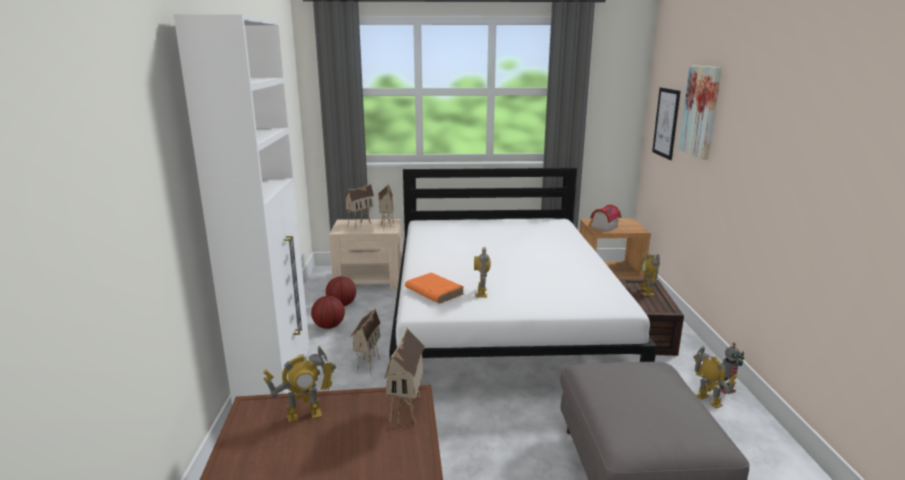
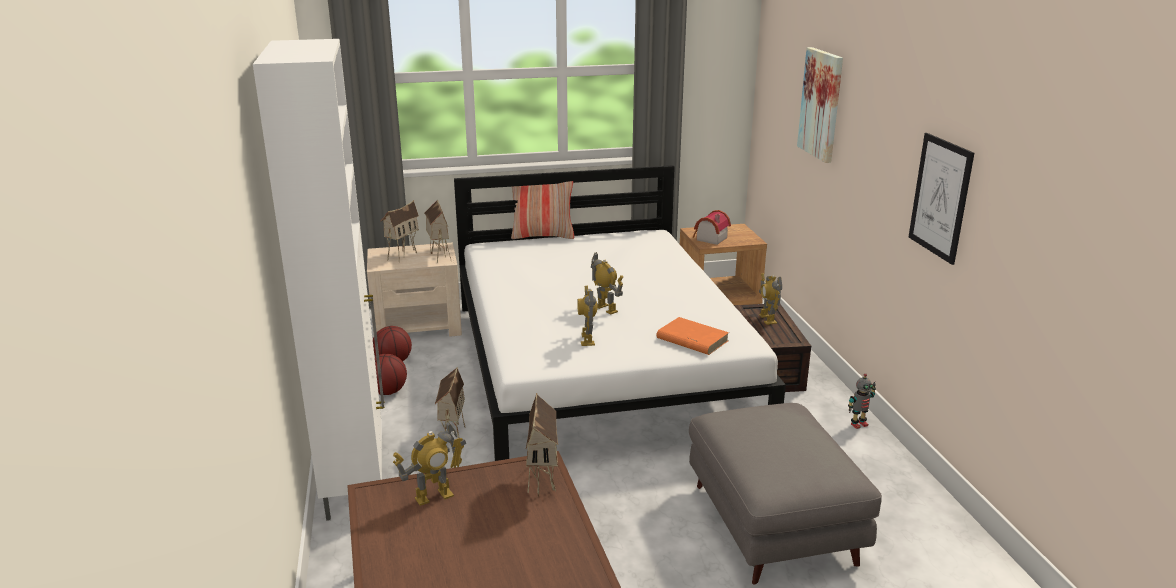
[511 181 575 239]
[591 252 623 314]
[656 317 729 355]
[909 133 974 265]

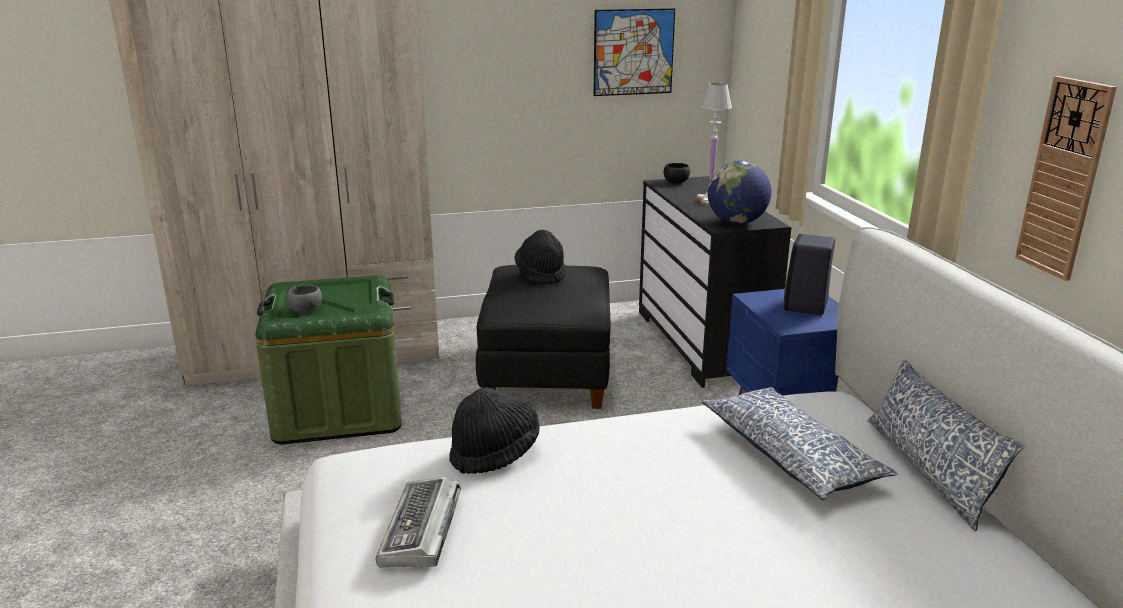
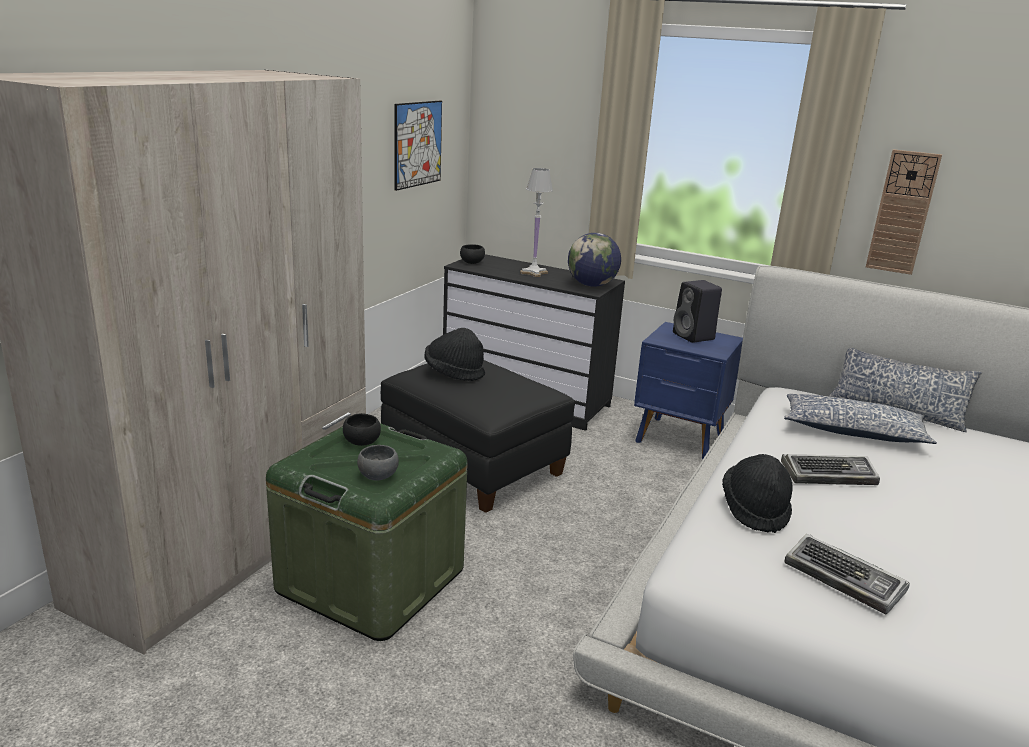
[343 413 381 446]
[781 454 880 485]

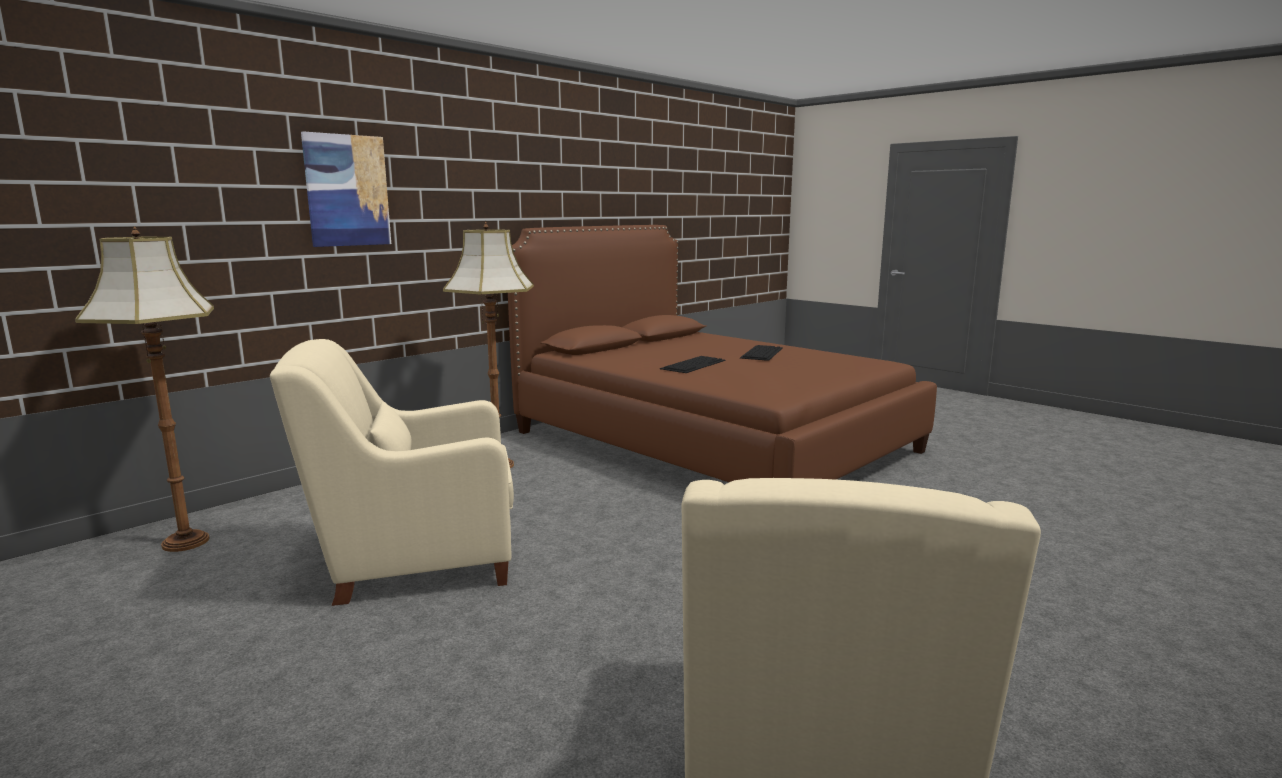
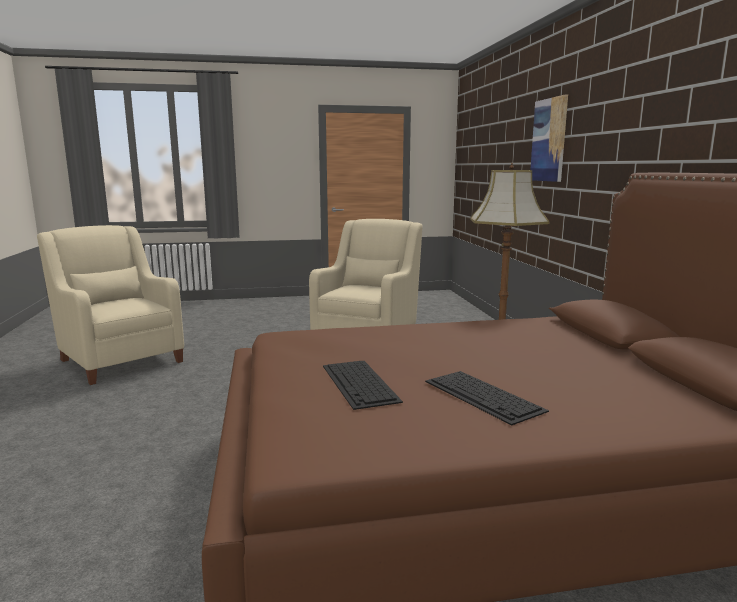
[323 361 403 410]
[75 226 214 552] (first image)

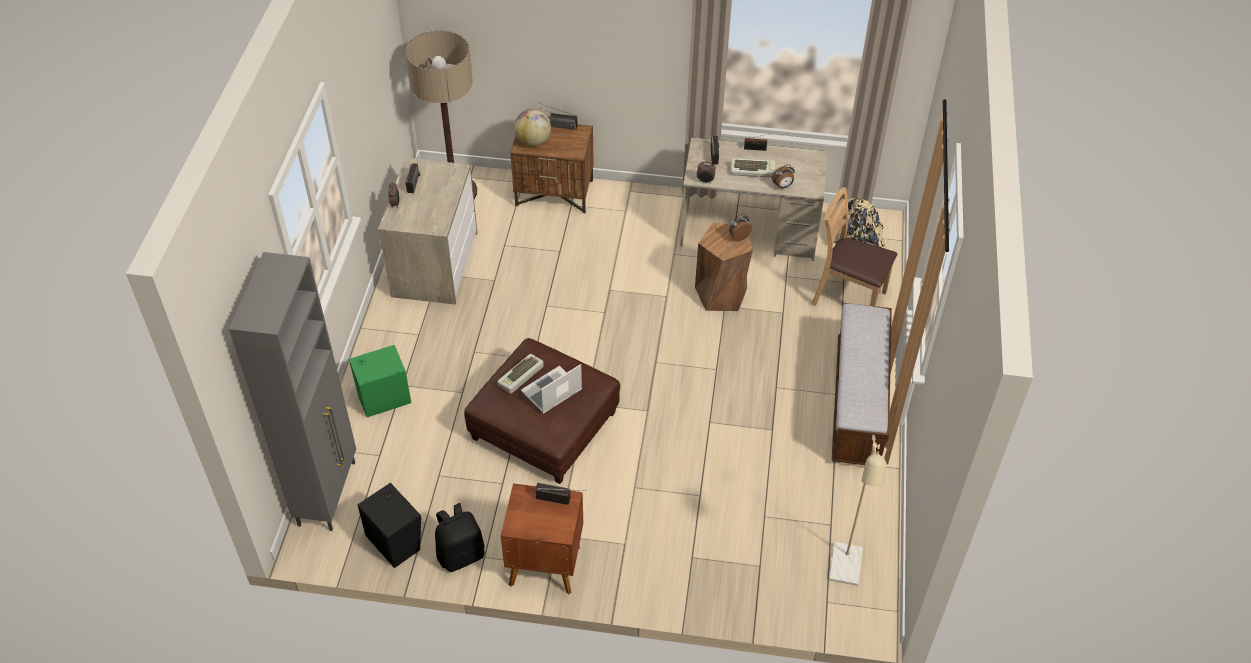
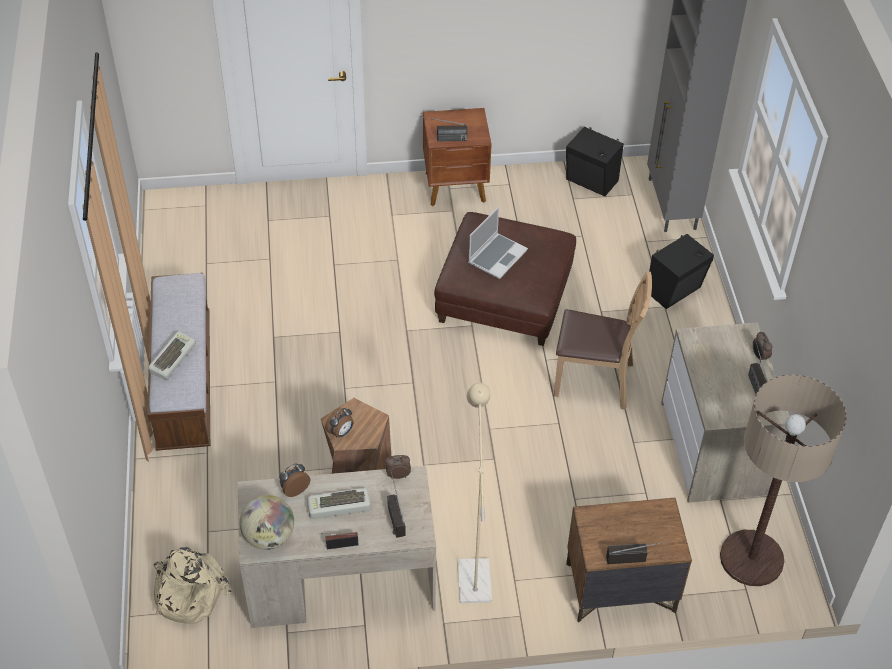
[149 331 196 380]
[240 495 294 550]
[457 383 492 603]
[554 271 652 410]
[649 234 714 309]
[435 503 485 572] (first image)

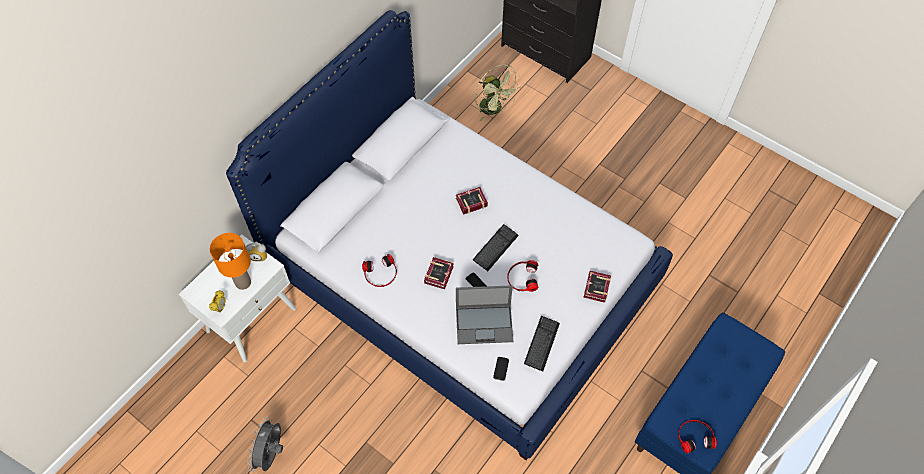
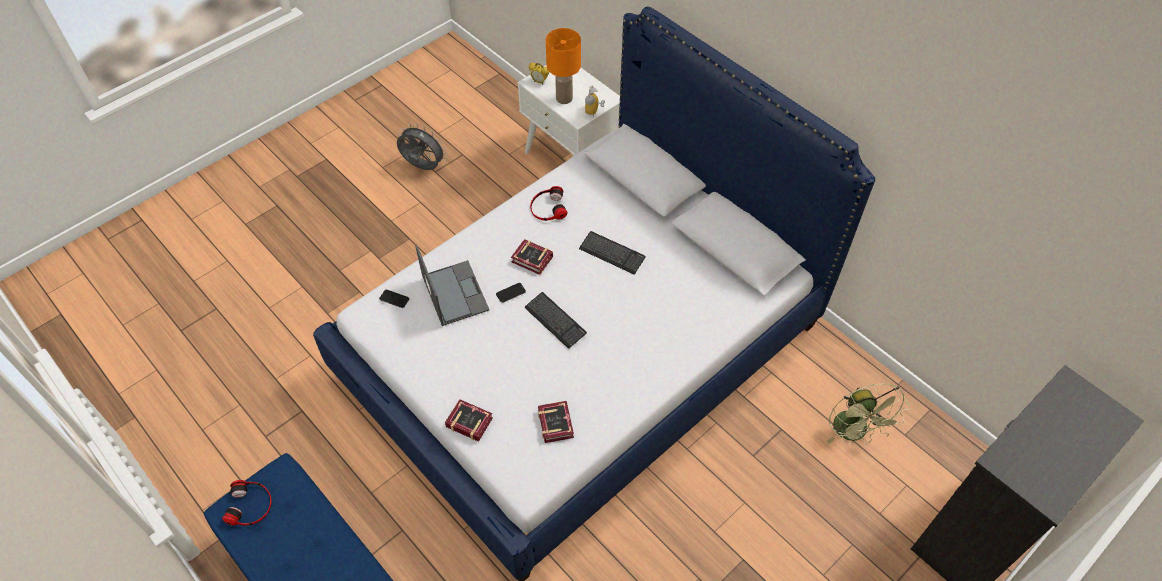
[415 244 489 326]
[538 401 574 443]
[579 231 646 275]
[827 383 910 444]
[507 260 538 292] (first image)

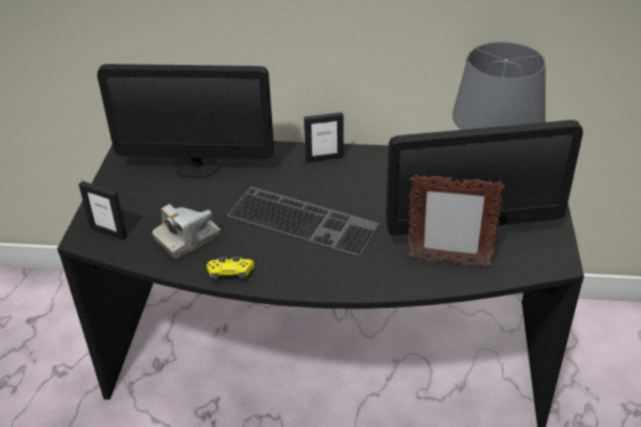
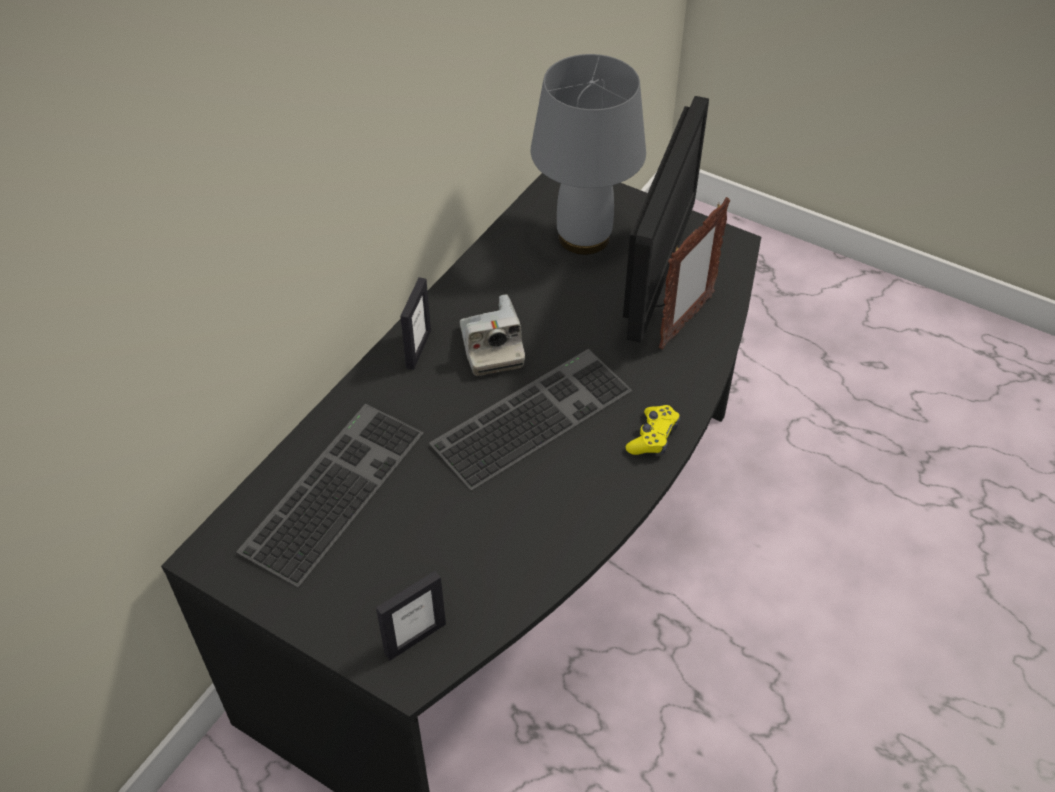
[236 404 424 587]
[460 294 525 376]
[626 405 680 455]

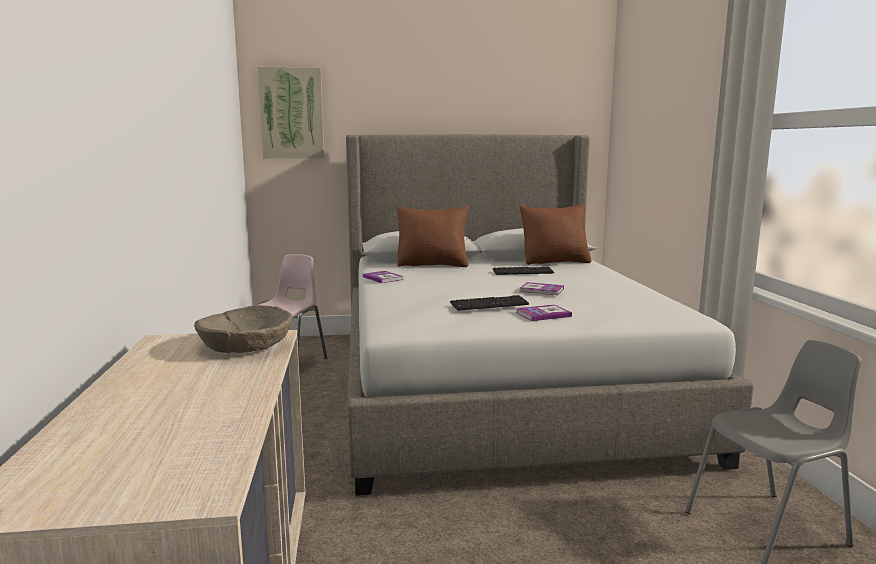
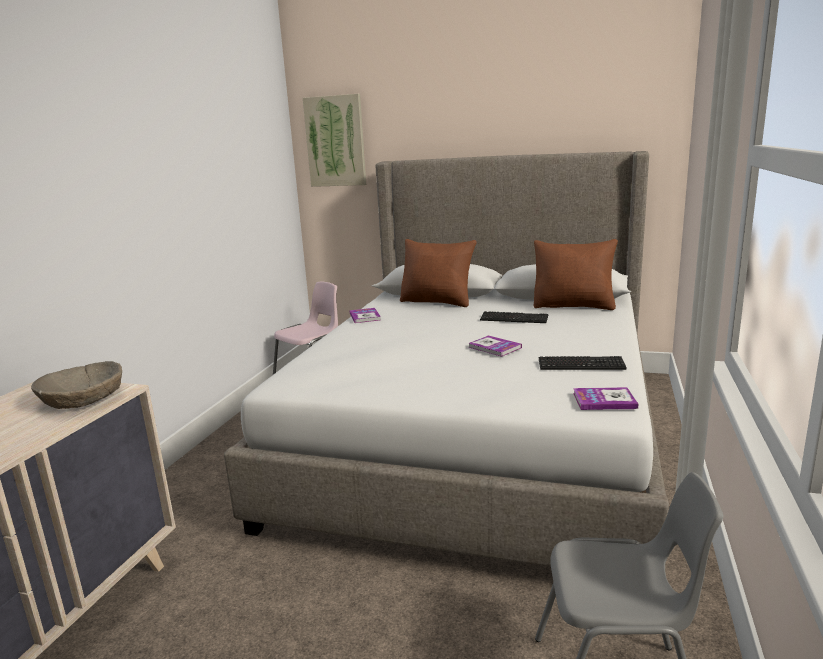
[538 356 627 370]
[573 387 638 410]

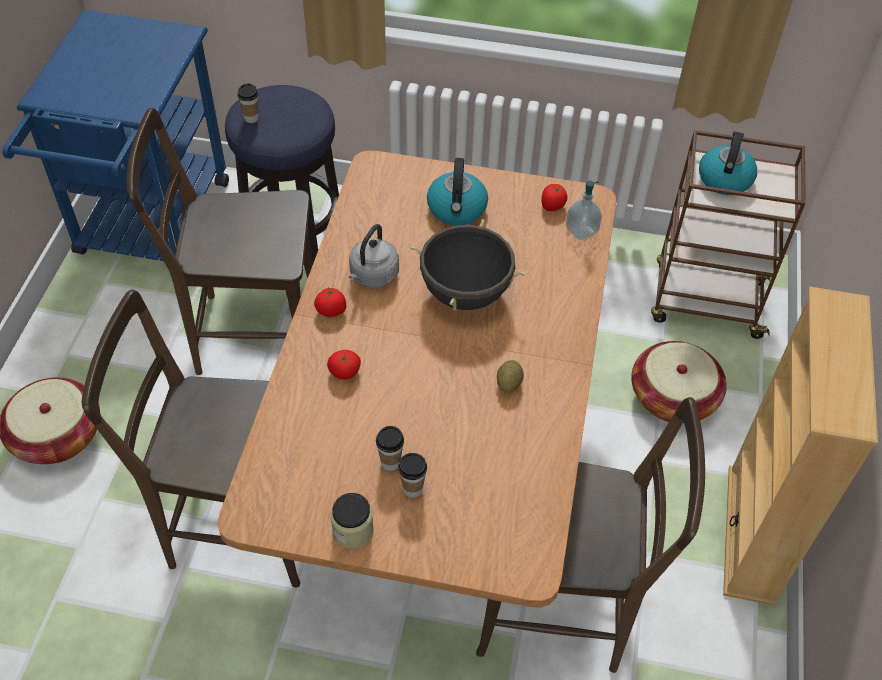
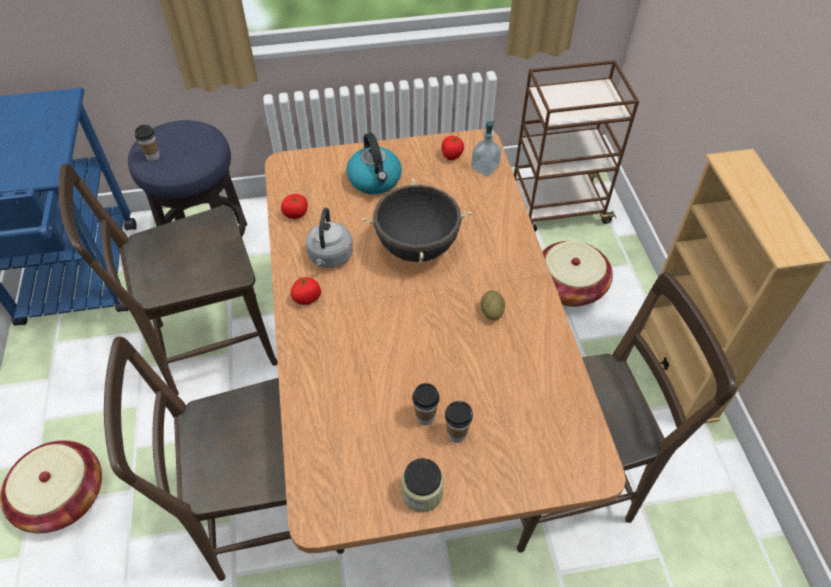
[281 194 308 219]
[699 131 757 195] (first image)

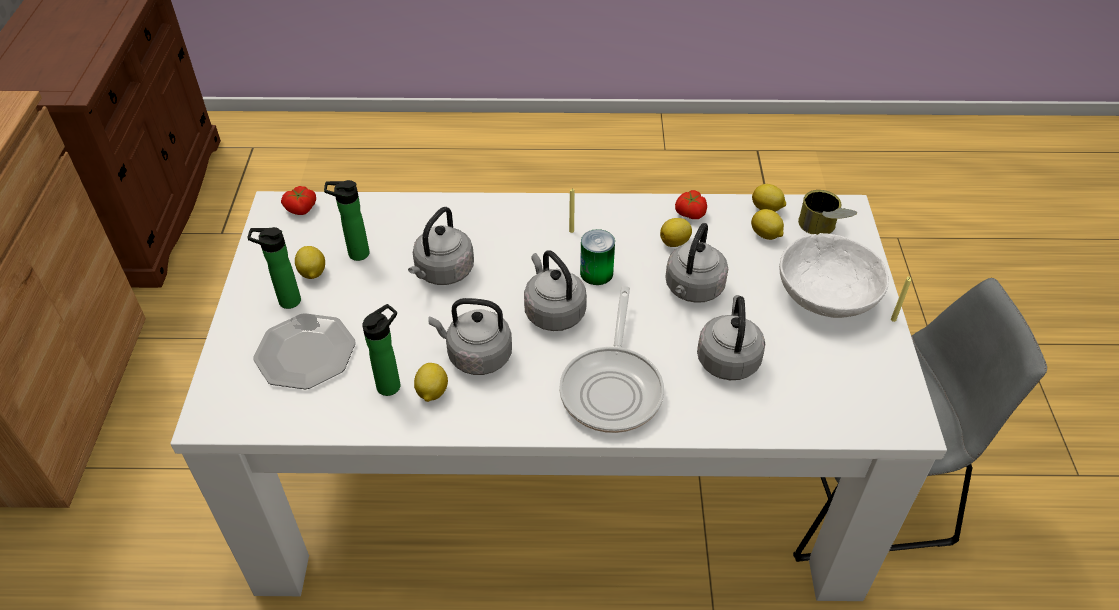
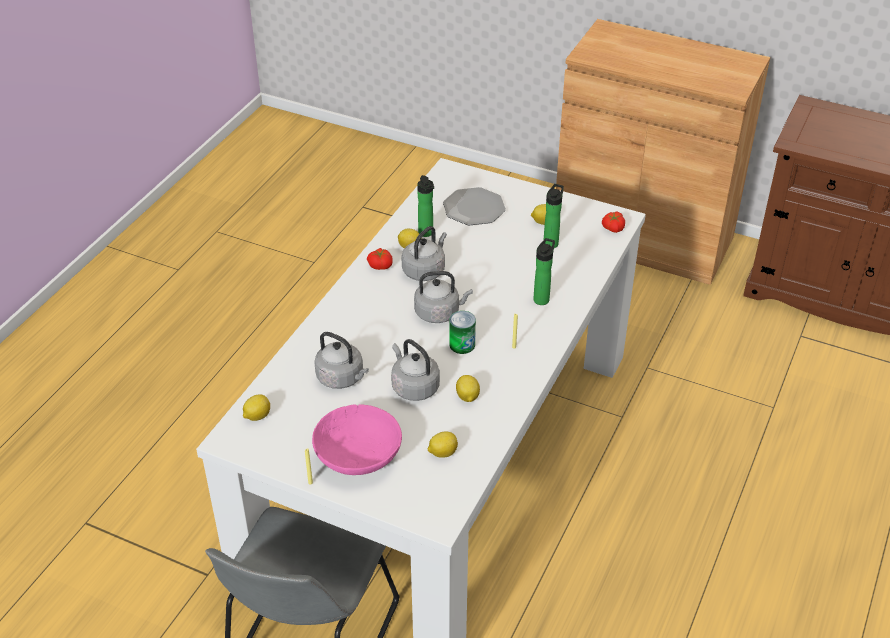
[243 394 270 421]
[312 404 402 475]
[367 248 393 270]
[533 238 555 305]
[408 207 474 285] (first image)
[559 286 664 433] (first image)
[798 190 857 235] (first image)

